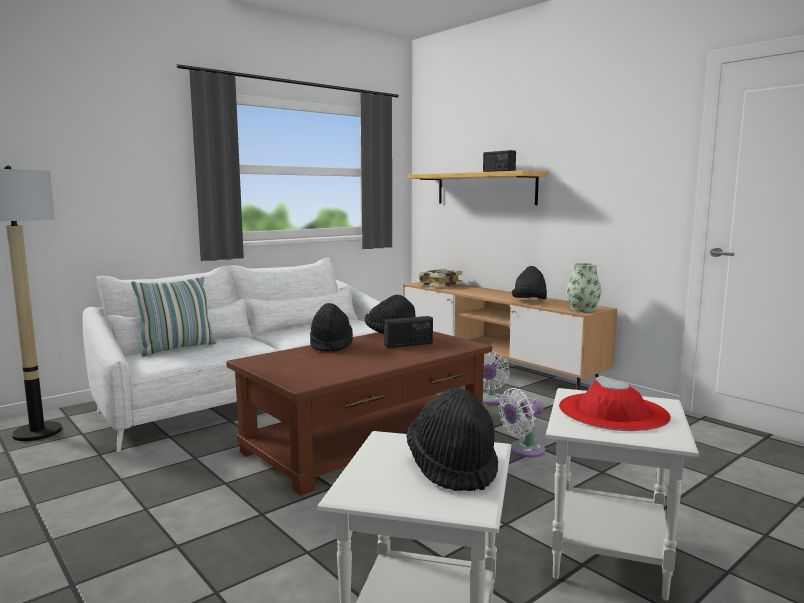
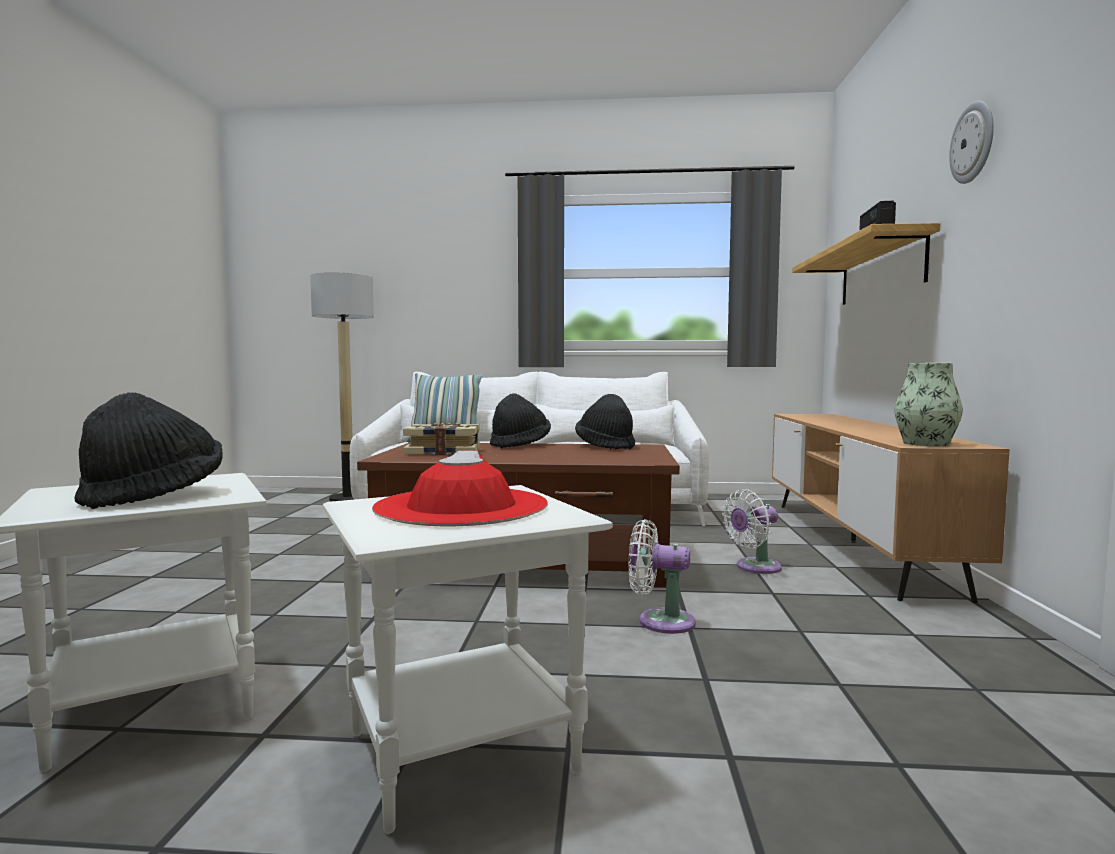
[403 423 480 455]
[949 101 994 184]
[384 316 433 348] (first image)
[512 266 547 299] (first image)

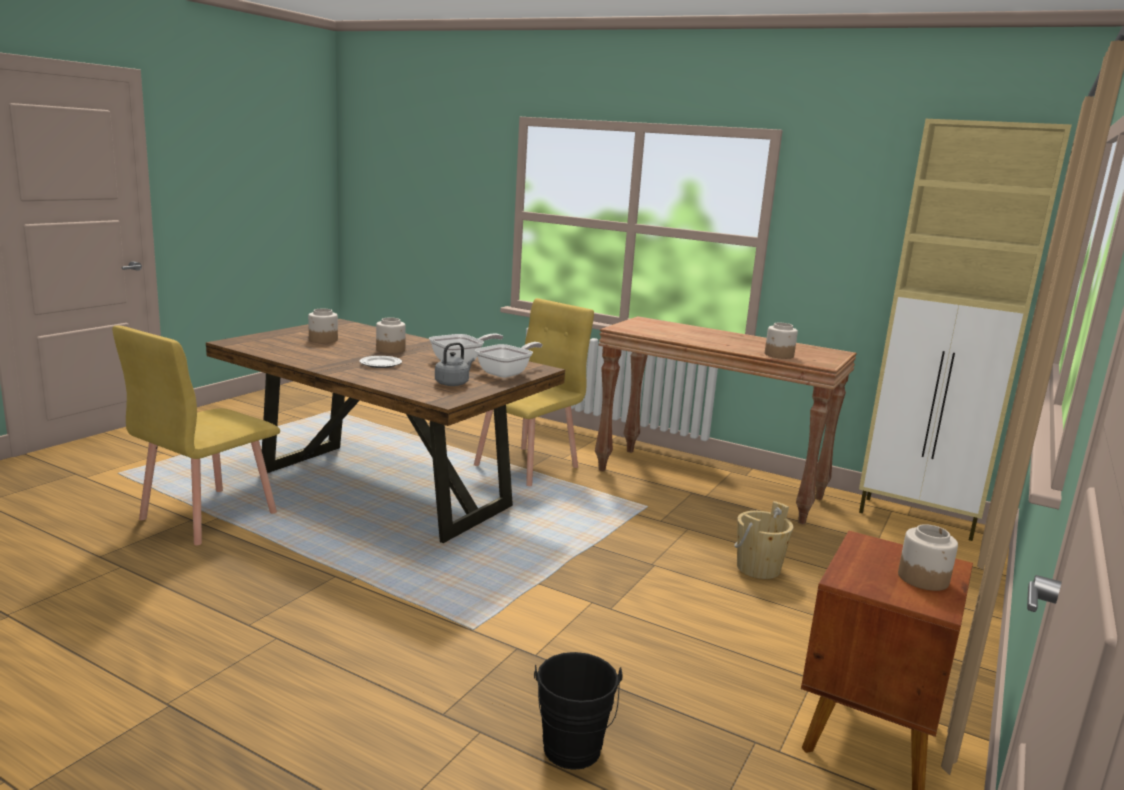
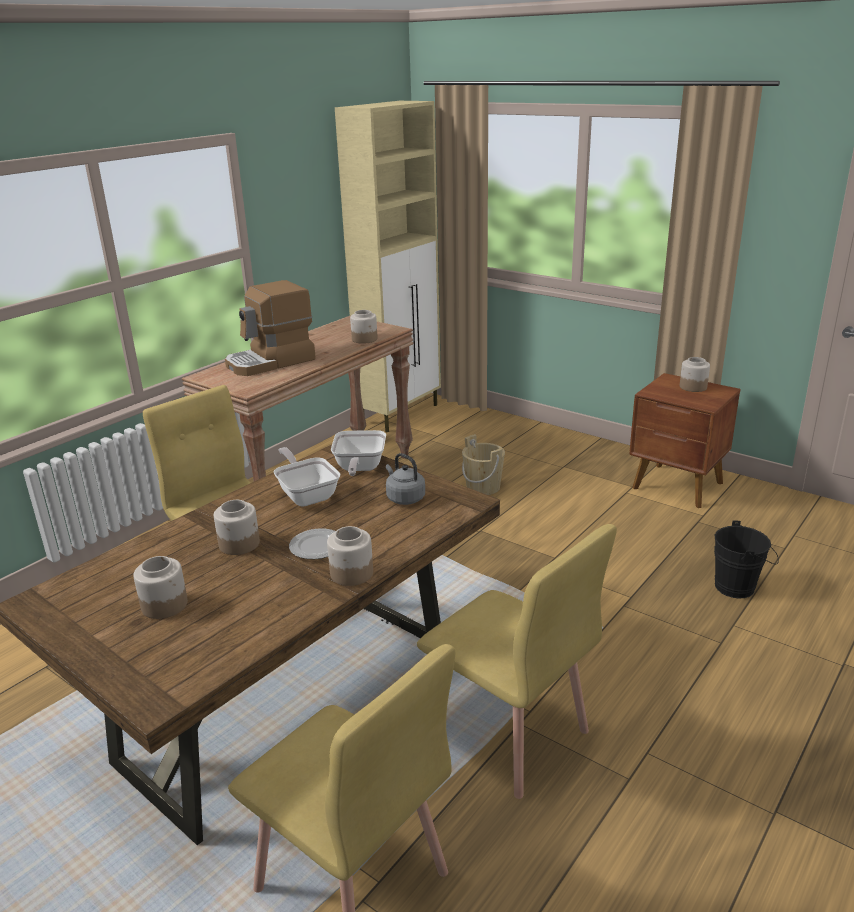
[225 280 316 376]
[327 526 373 586]
[331 430 386 476]
[417 524 617 799]

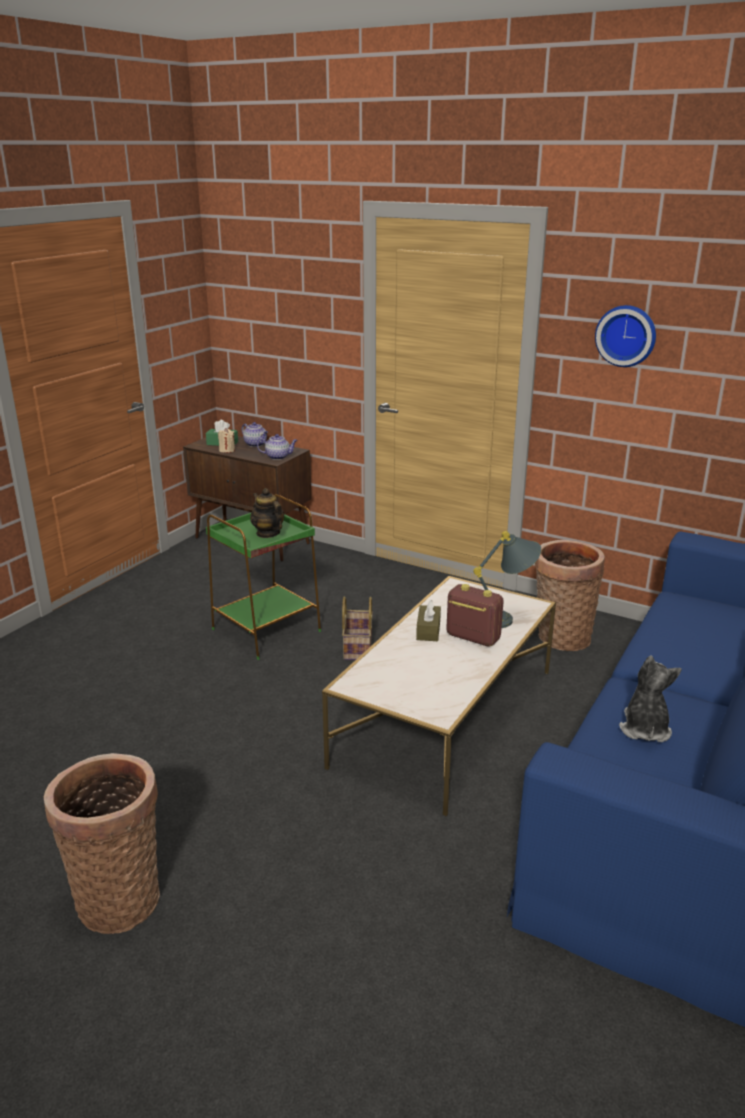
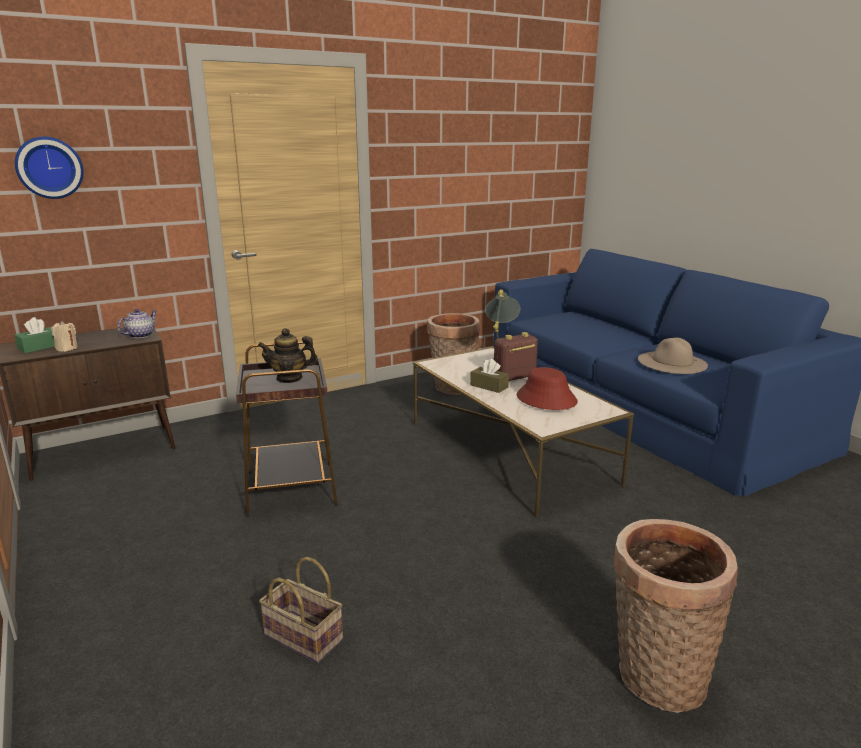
[15 137 84 199]
[236 341 338 517]
[259 557 343 663]
[517 367 578 410]
[638 338 708 374]
[242 422 268 447] (first image)

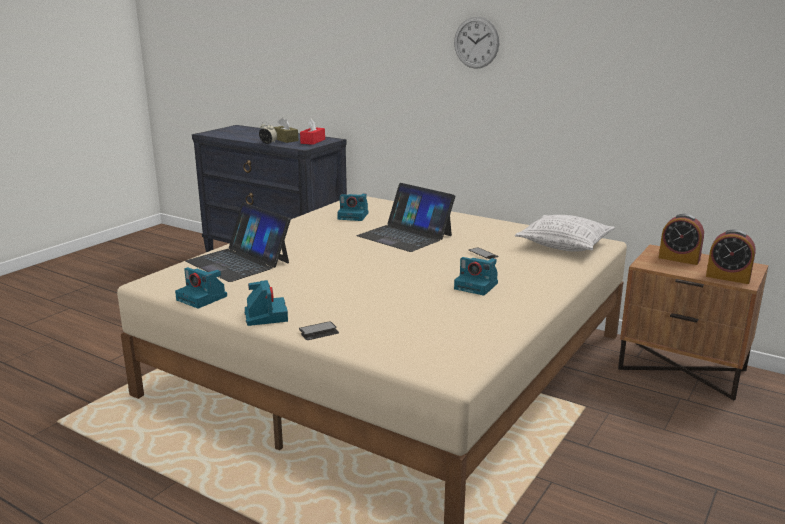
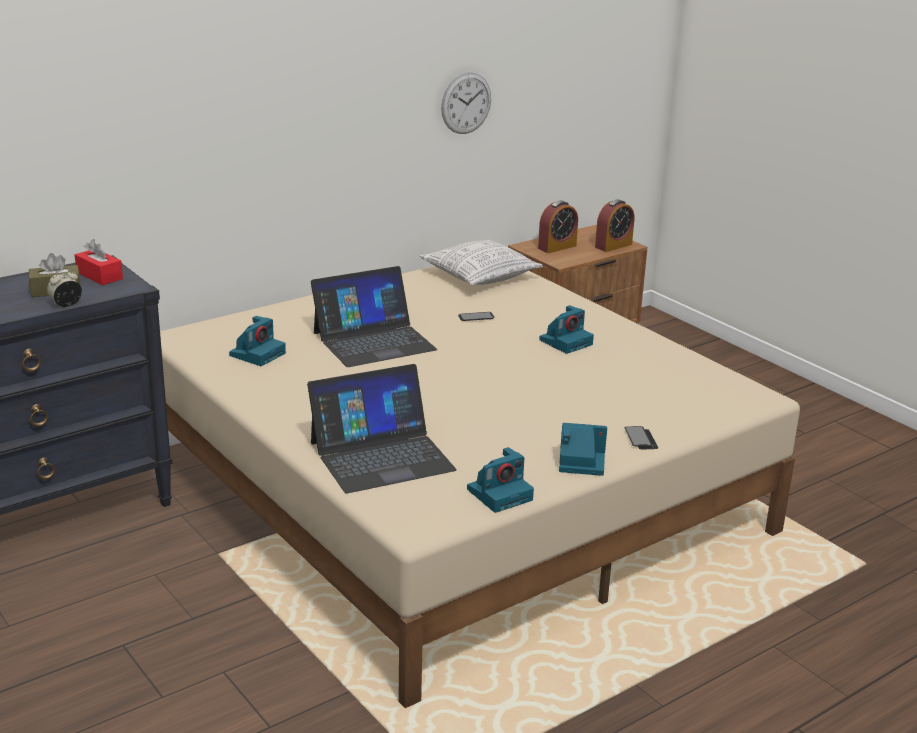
[441 72 491 134]

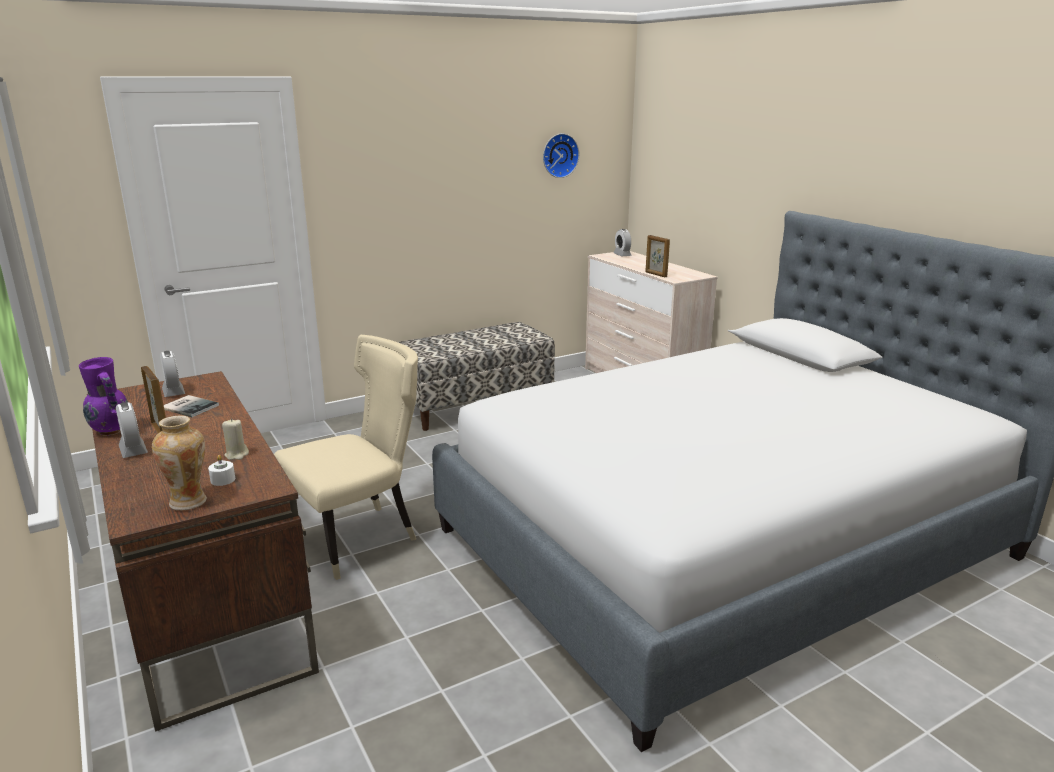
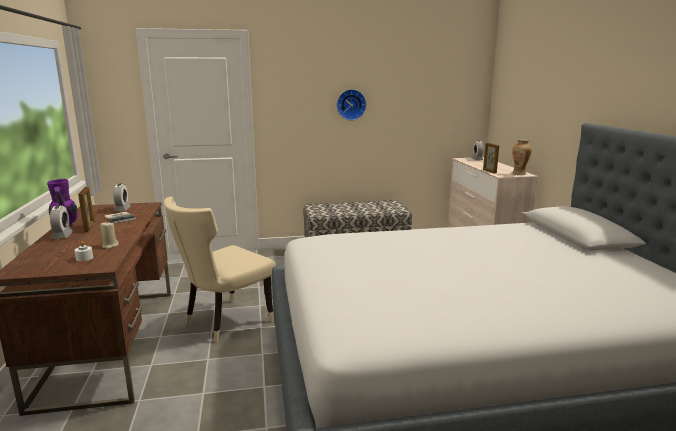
[164 196 276 343]
[337 89 367 120]
[512 139 532 175]

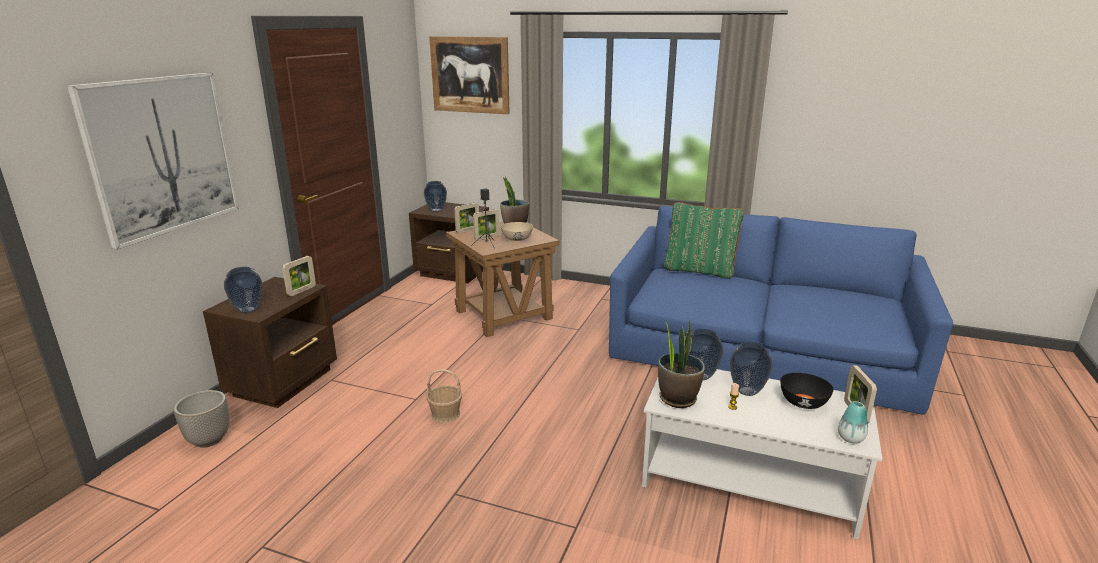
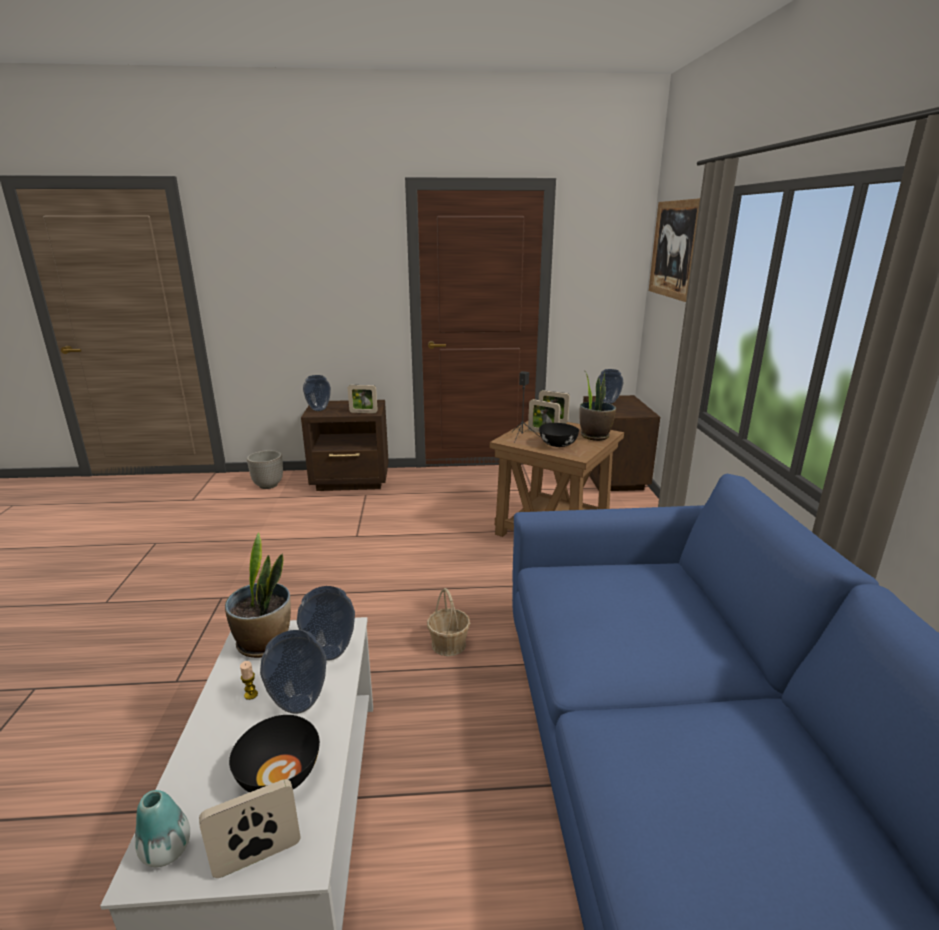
[427 588 470 656]
[539 423 579 447]
[67 73 239 250] (first image)
[664 202 744 279] (first image)

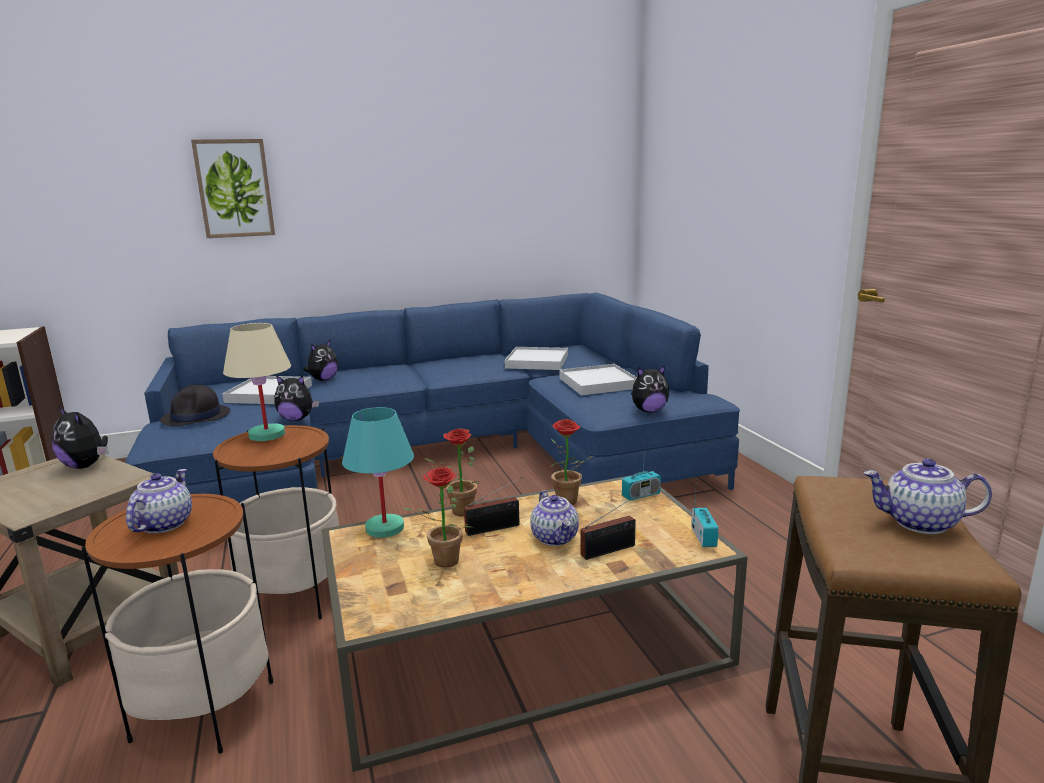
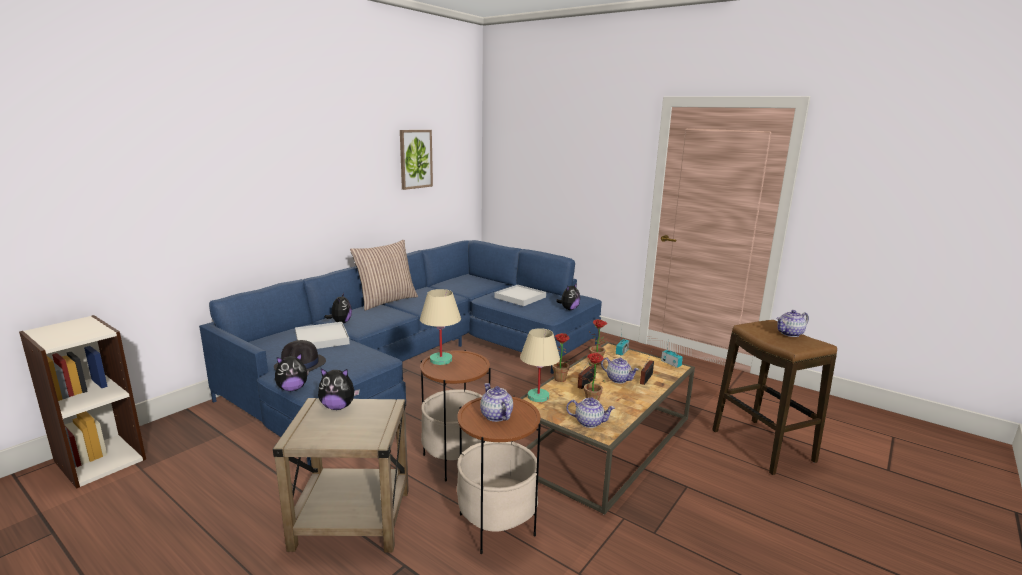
[275 354 309 391]
[350 240 418 311]
[400 130 433 190]
[520 328 560 402]
[566 397 615 428]
[505 347 568 370] (first image)

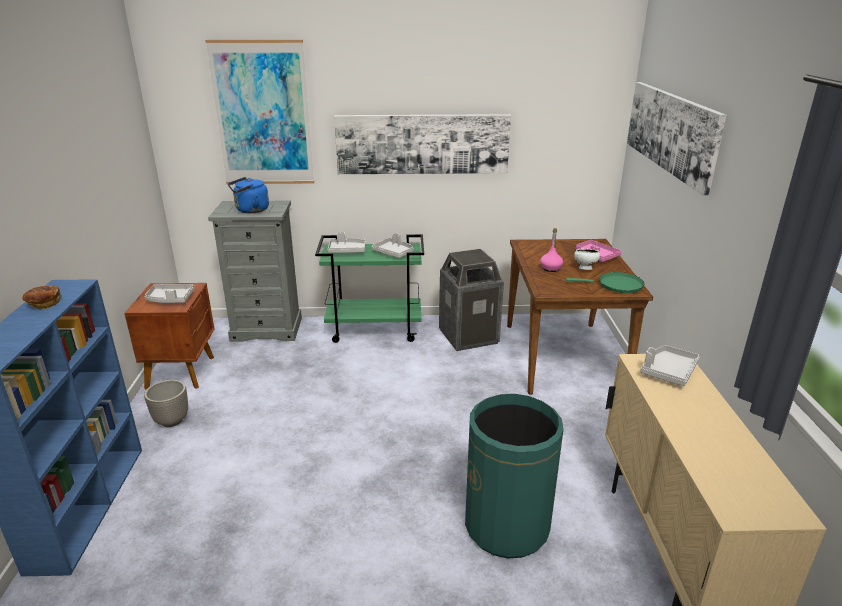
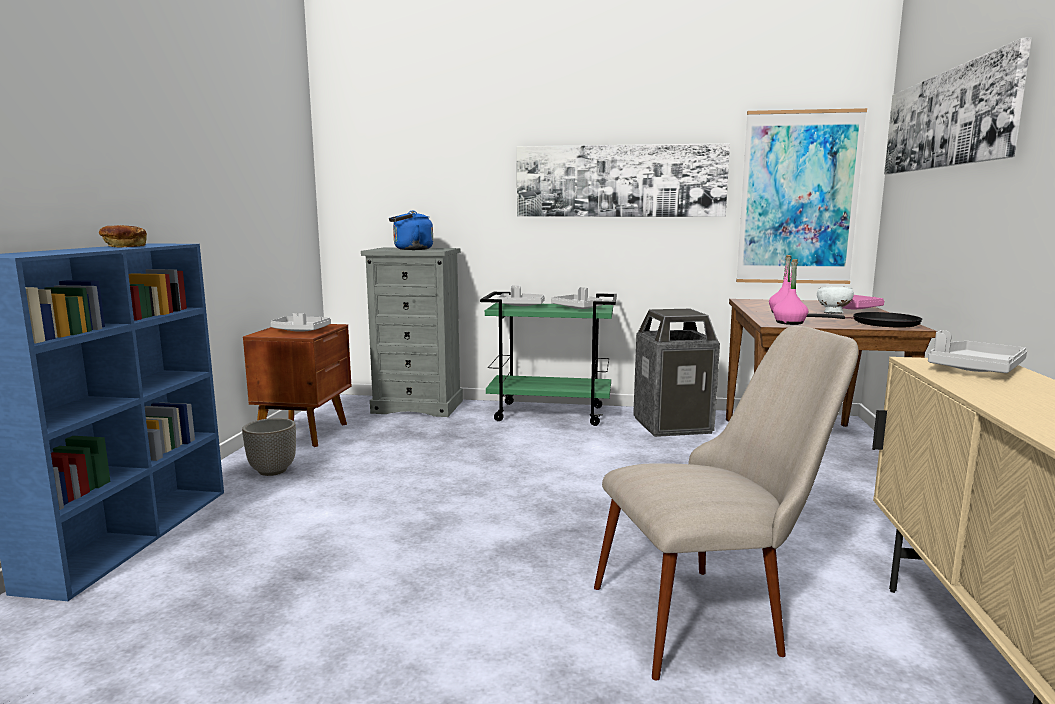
[594 326 858 681]
[736 108 867 284]
[773 259 808 325]
[807 312 922 328]

